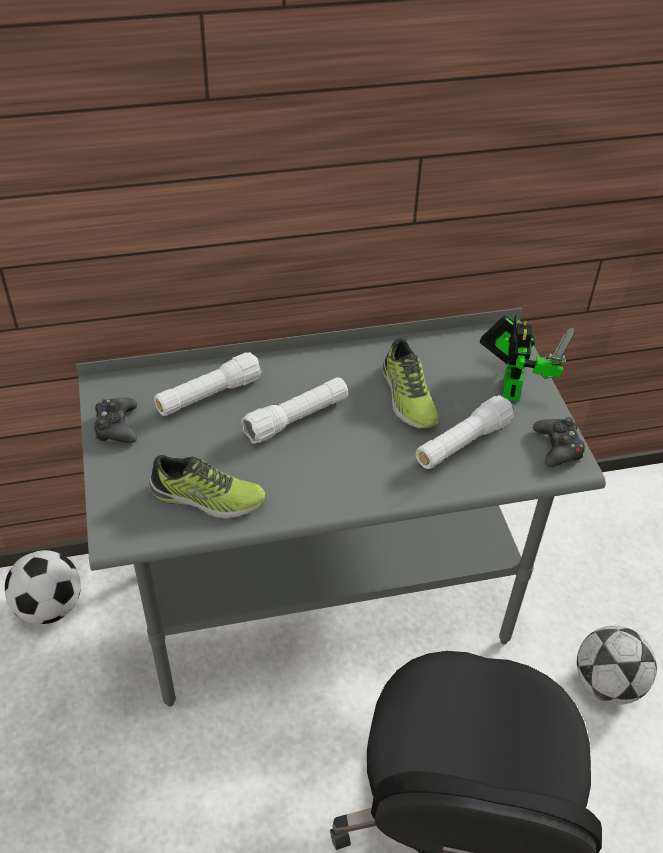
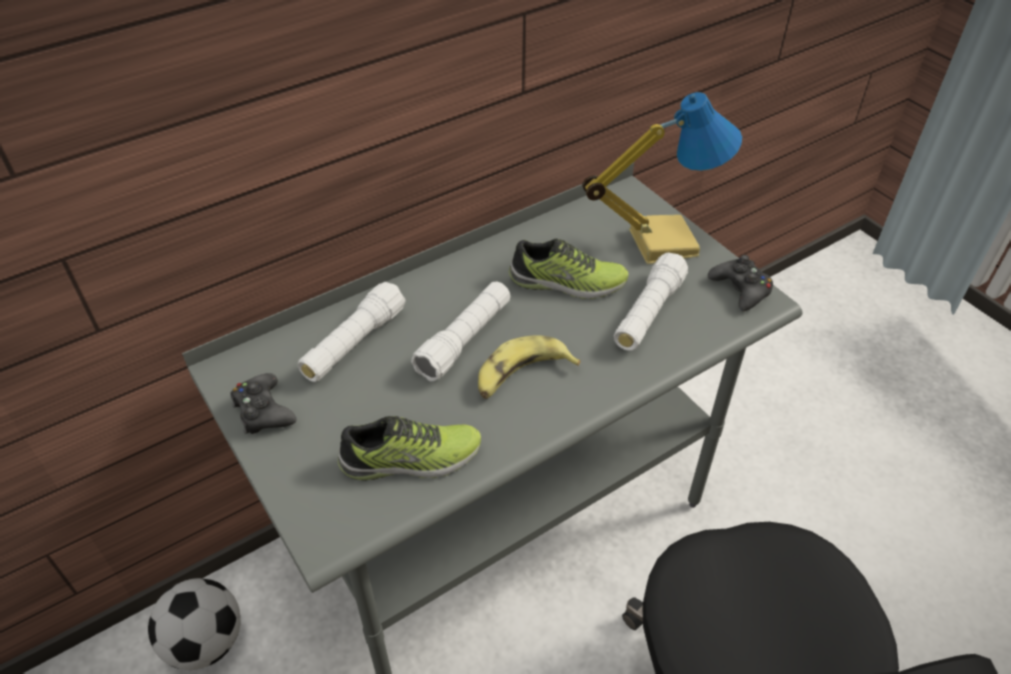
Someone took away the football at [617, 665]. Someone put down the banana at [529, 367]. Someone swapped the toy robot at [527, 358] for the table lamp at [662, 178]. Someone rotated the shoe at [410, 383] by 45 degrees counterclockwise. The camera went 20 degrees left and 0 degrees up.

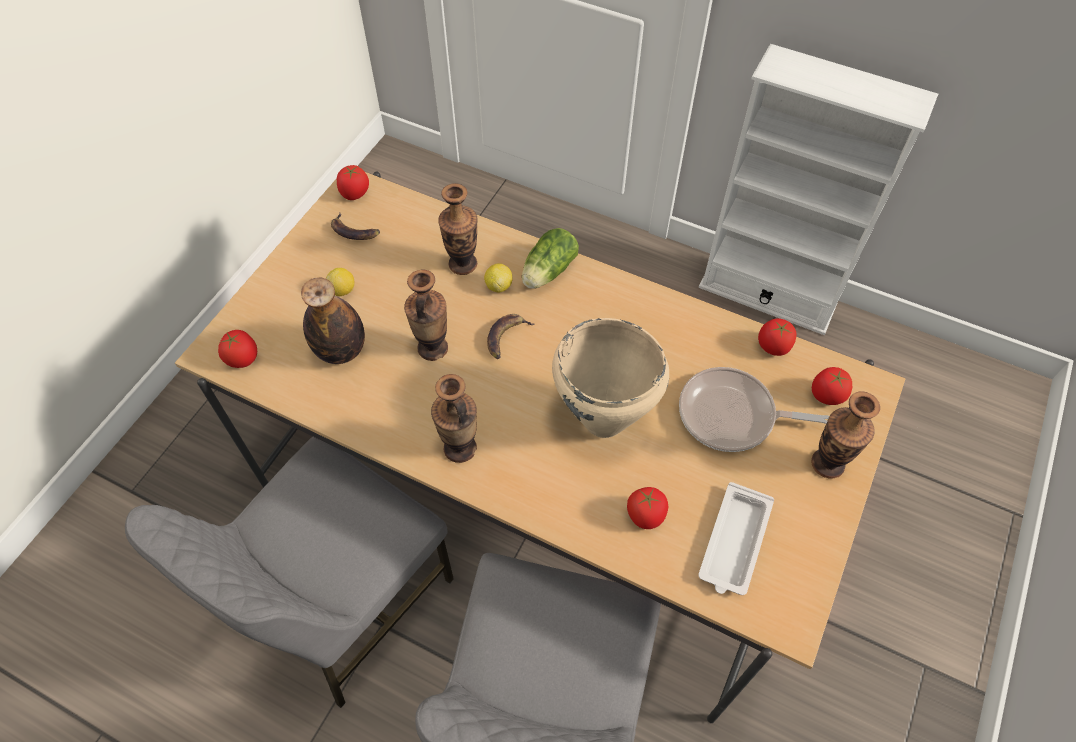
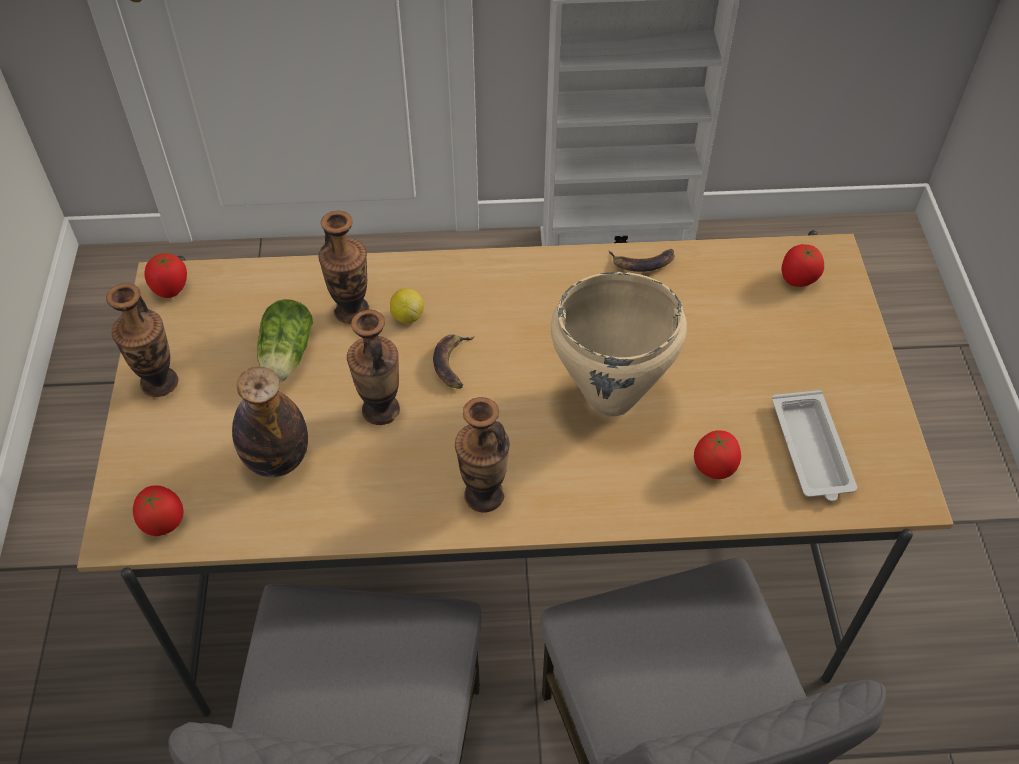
Someone took away the lemon at [340, 282]. Someone took away the frying pan at [754, 409]. Someone took away the tomato at [777, 337]. Someone carried the banana from [355, 226] to [641, 260]. Someone carried the lettuce from [550, 258] to [285, 340]. Someone carried the vase from [845, 435] to [142, 340]. The camera went 30 degrees left and 5 degrees down.

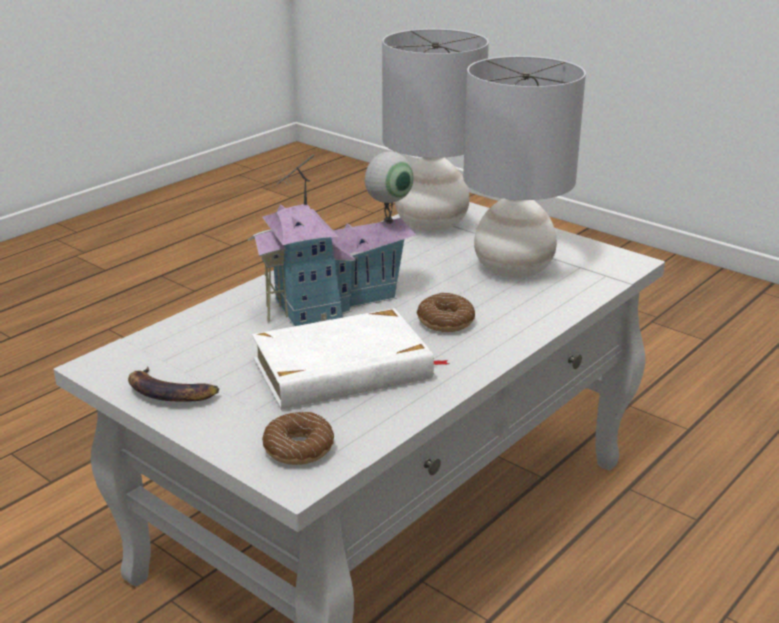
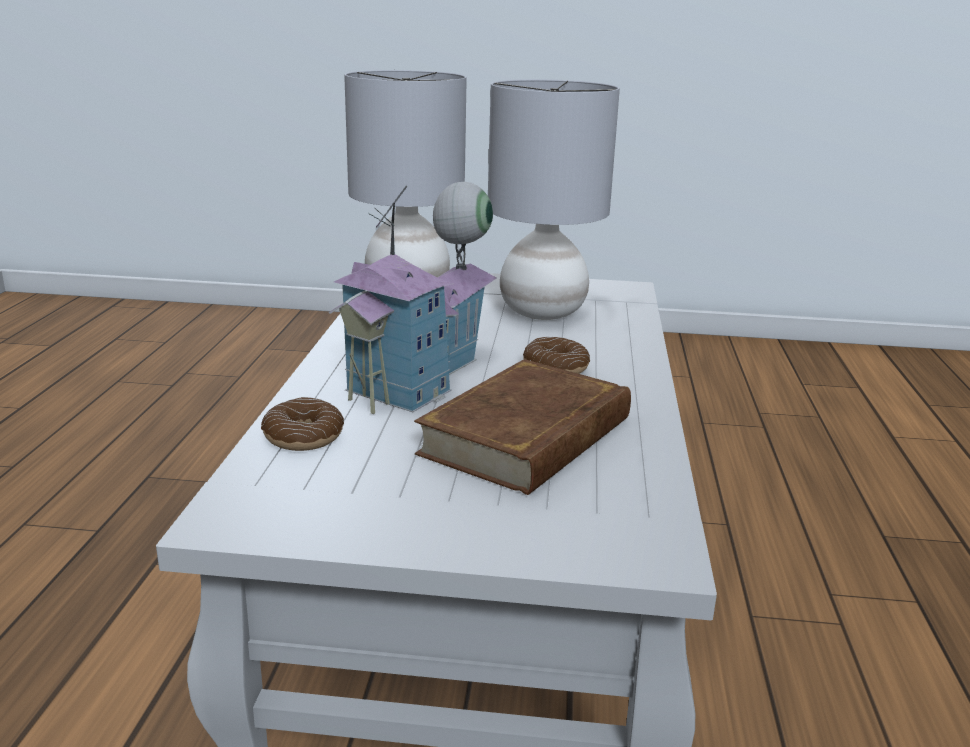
Someone took away the banana at [173, 384]. Someone carried the donut from [298, 438] to [302, 424]. Someone repainted the book in white at [351, 359], which became the book in brown at [522, 427]. The camera went 35 degrees left and 5 degrees down.

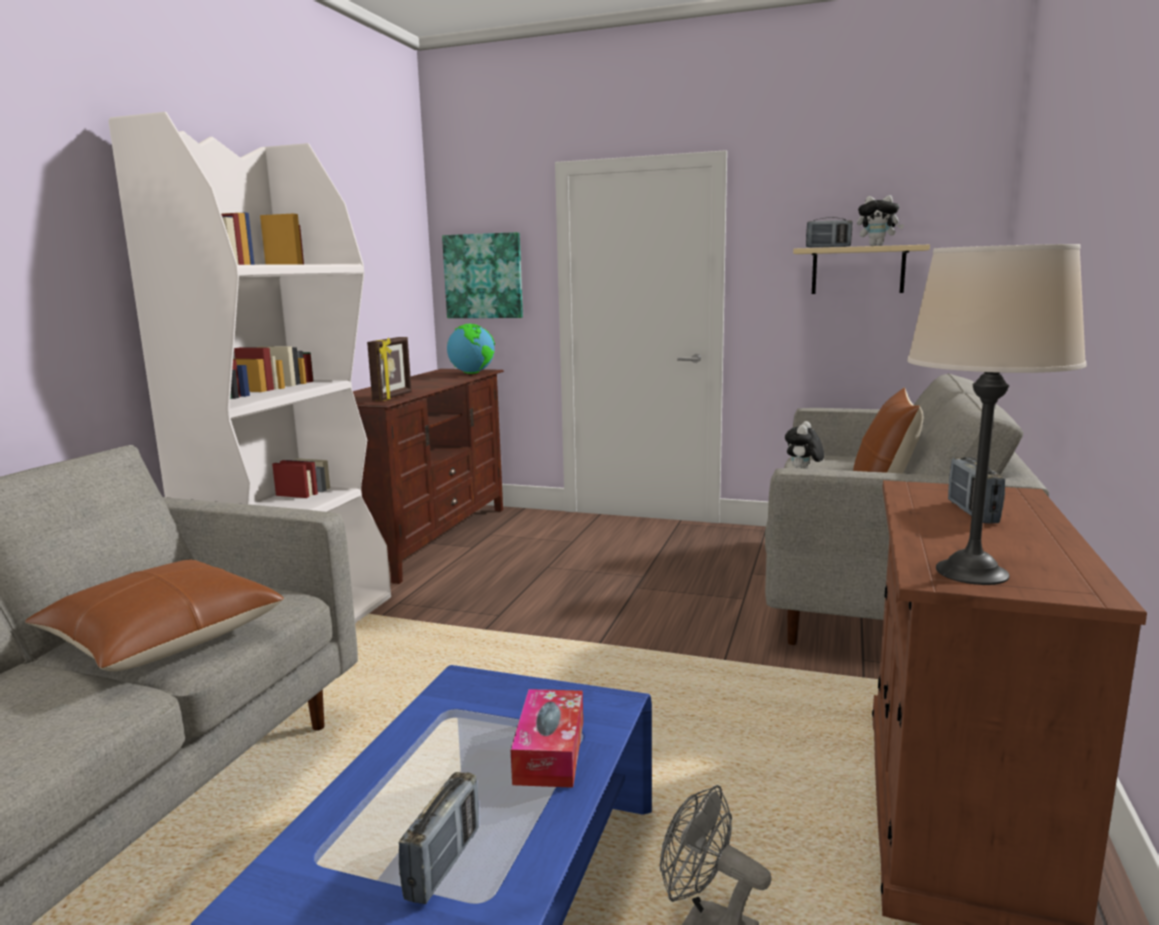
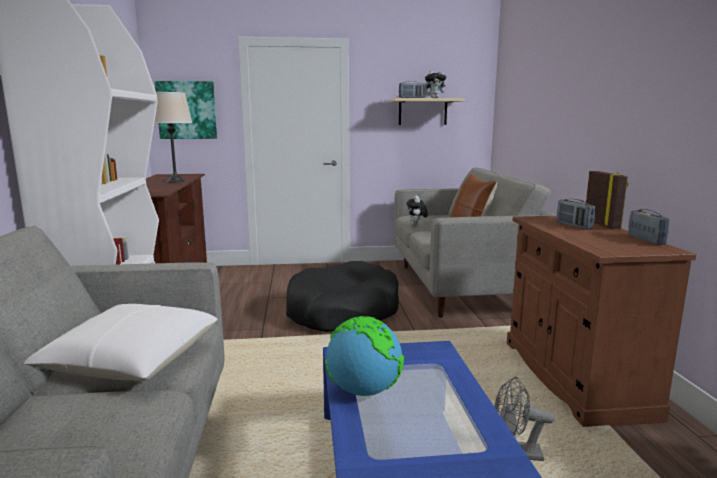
Someone took away the tissue box at [547, 738]. Someone put down the dog bed in black at [342, 296]. Someone carried the picture frame from [389, 369] to [607, 200]. Someone carried the radio from [439, 838] to [649, 227]. Someone carried the globe from [471, 349] to [364, 356]. Someone carried the table lamp in beige from [997, 414] to [173, 137]. Someone repainted the pillow in brown at [154, 615], which became the pillow in white at [121, 342]. The camera went 25 degrees left and 0 degrees up.

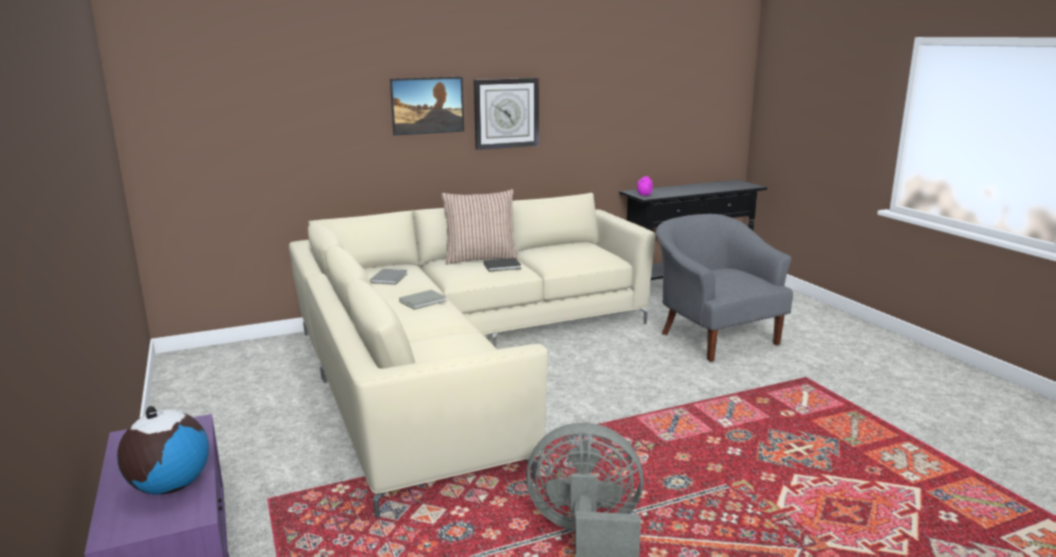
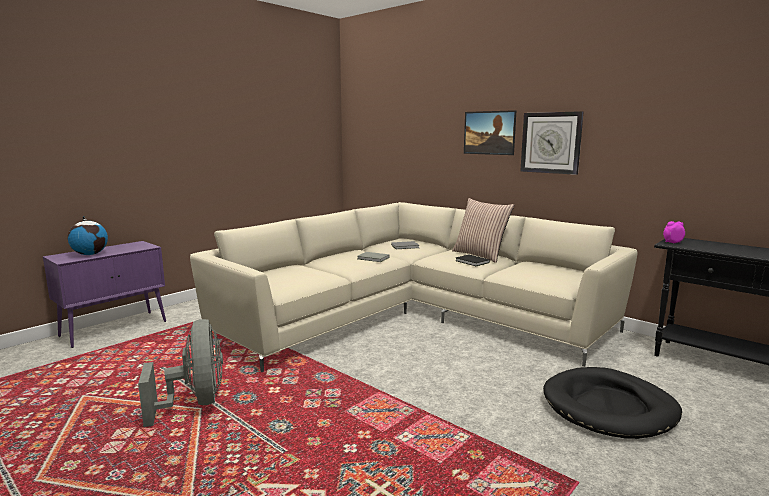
Someone swapped the armchair in grey at [724, 288] for the dog bed in black at [612, 403]. The camera went 65 degrees right and 5 degrees down.

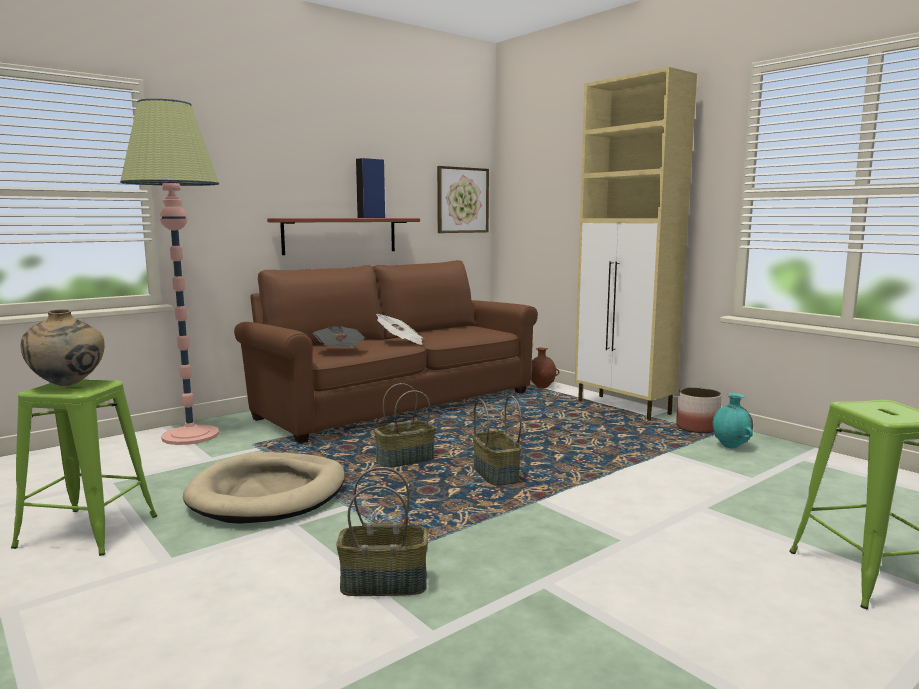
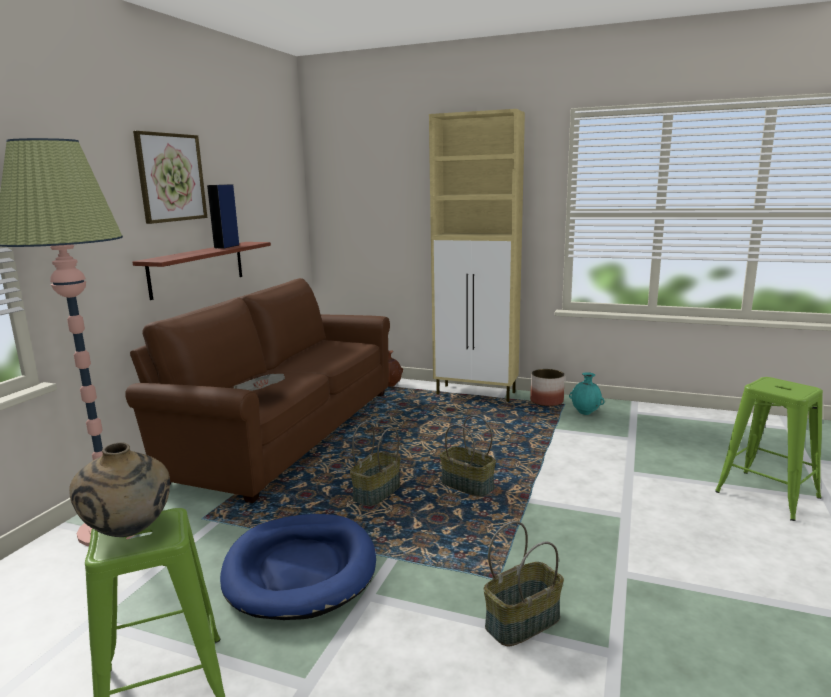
Someone took away the newspaper at [399, 329]. Someone carried the picture from [463, 199] to [170, 177]. Someone repainted the dog bed in beige at [264, 488], which became the dog bed in blue at [298, 567]. The camera went 30 degrees left and 5 degrees up.

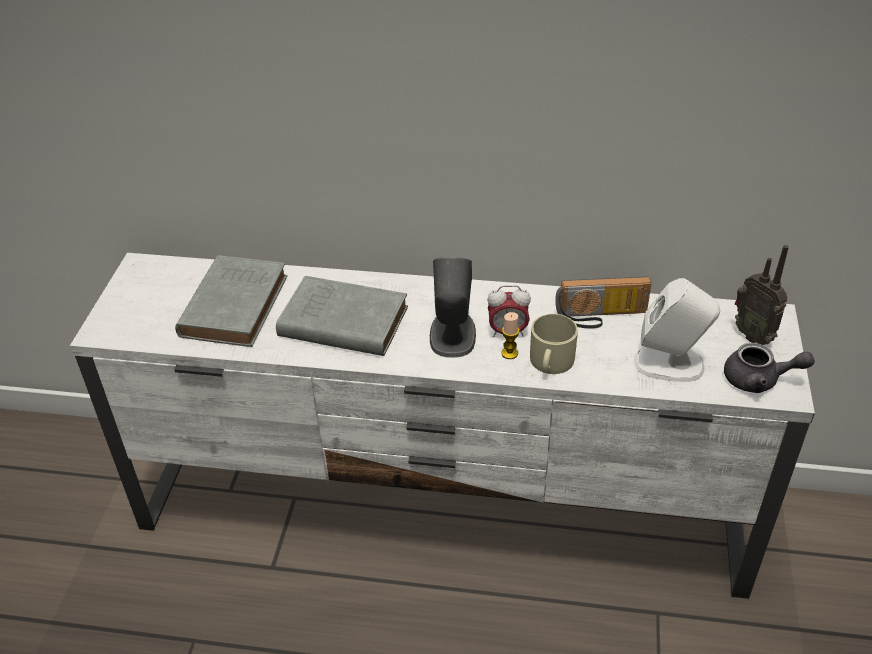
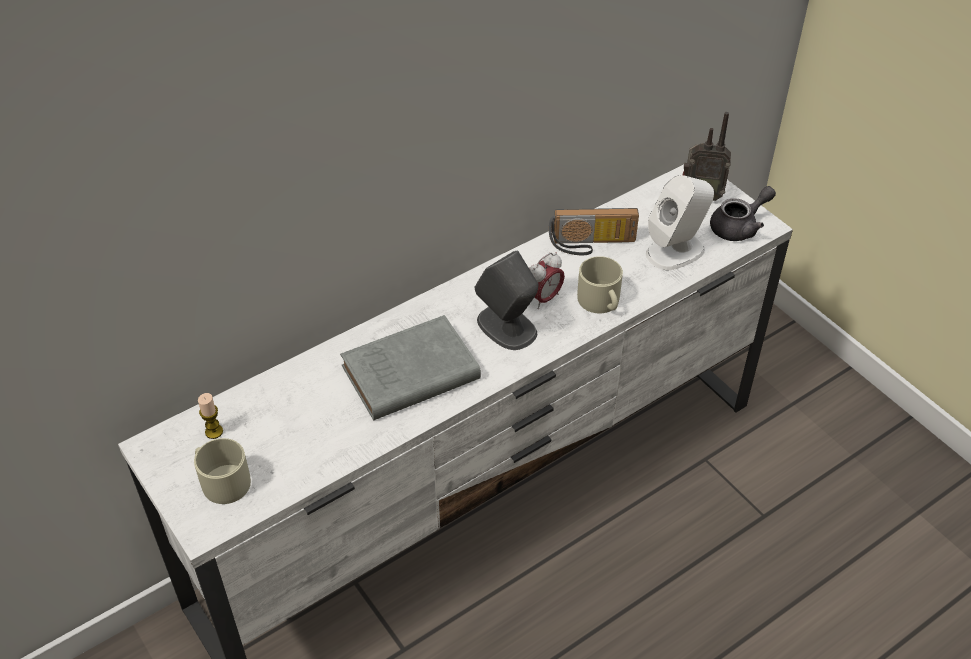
Someone took away the book in grey at [231, 301]. Someone put down the mug in beige at [222, 471]. Someone carried the candle from [510, 335] to [210, 416]. Someone rotated the radio at [603, 303] by 45 degrees clockwise. The camera went 45 degrees left and 5 degrees up.

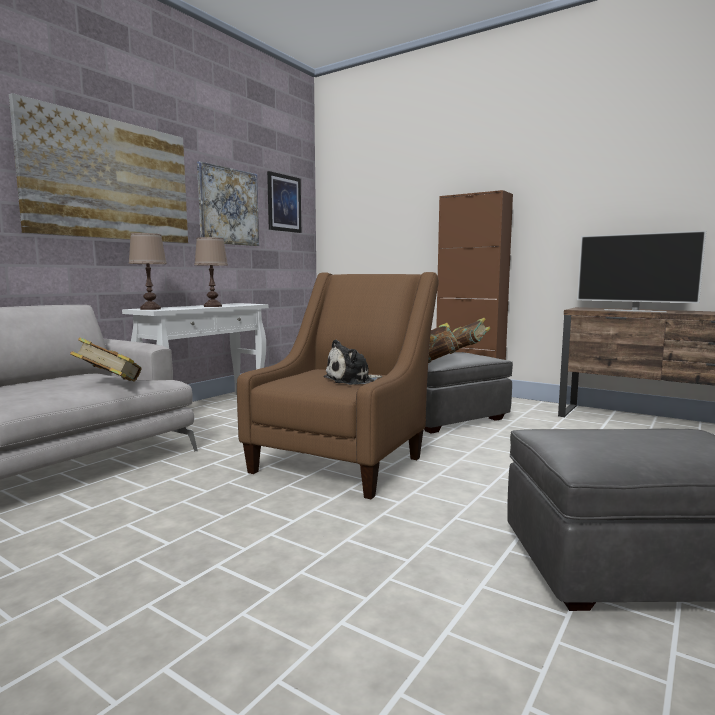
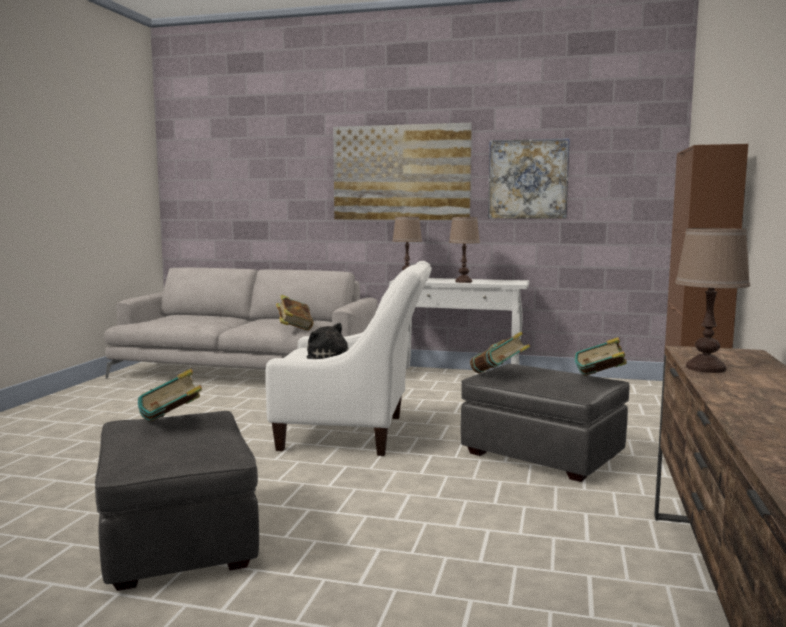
Someone took away the picture at [284, 202]. Someone put down the book at [170, 395]. Someone swapped the television at [642, 271] for the table lamp in brown at [712, 300]. Someone repainted the armchair in brown at [337, 386], which became the armchair in white at [348, 358]. The camera went 70 degrees right and 0 degrees up.

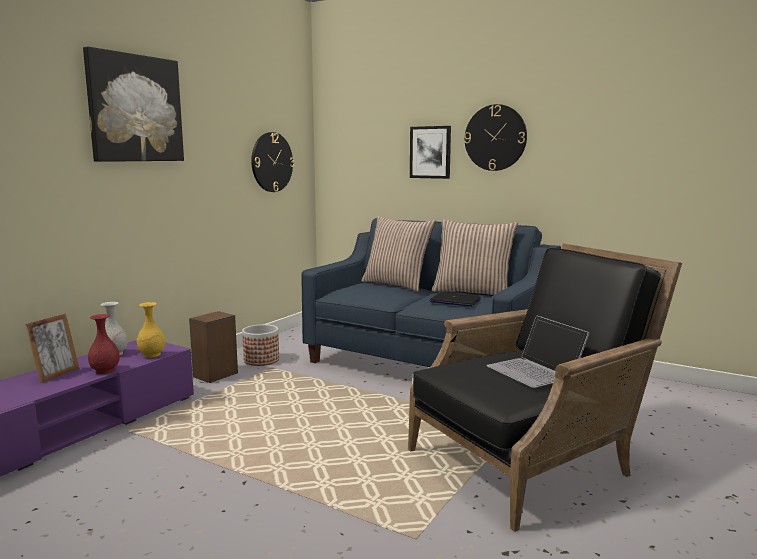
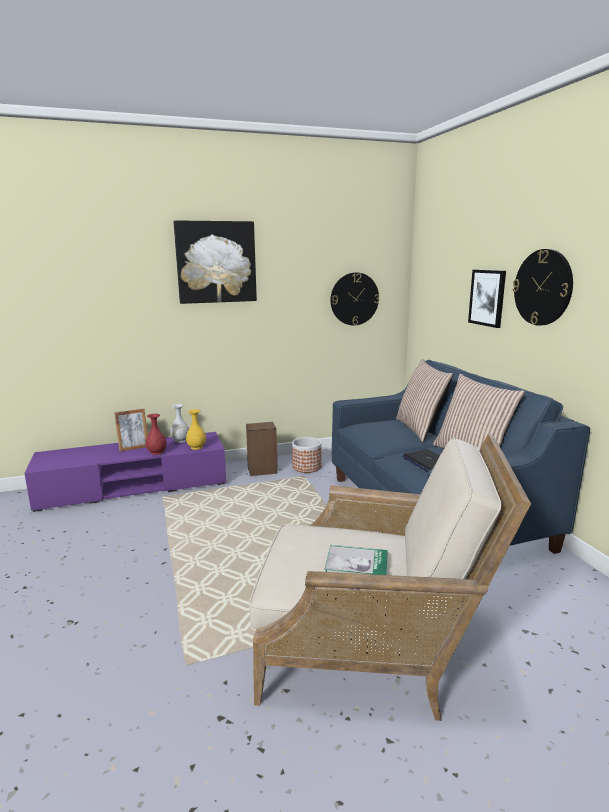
Someone swapped the laptop at [538, 351] for the book at [356, 560]. Someone repainted the armchair in black at [545, 387], which became the armchair in beige at [390, 577]. The camera went 40 degrees right and 5 degrees up.

